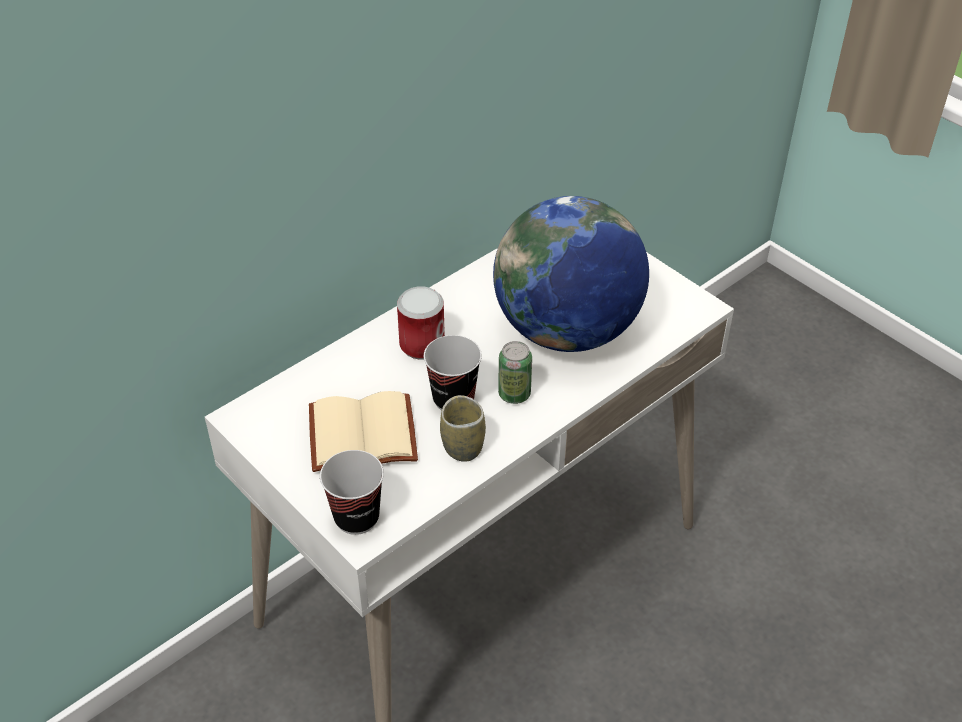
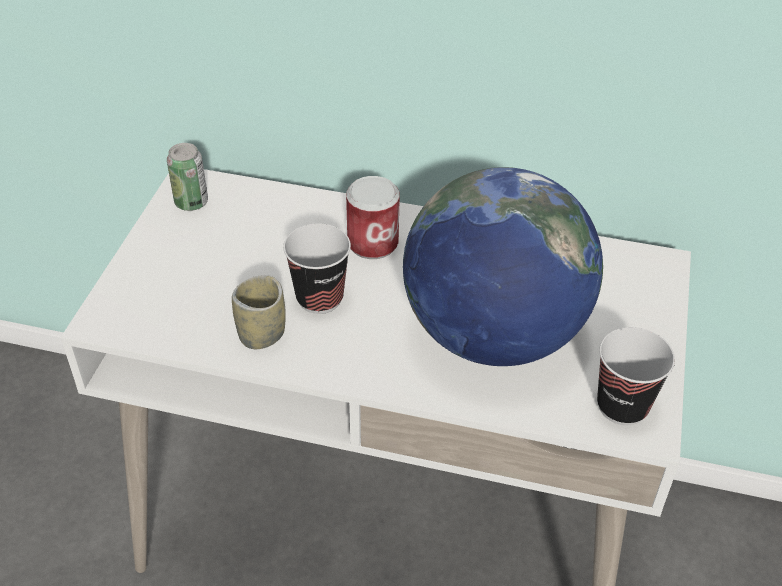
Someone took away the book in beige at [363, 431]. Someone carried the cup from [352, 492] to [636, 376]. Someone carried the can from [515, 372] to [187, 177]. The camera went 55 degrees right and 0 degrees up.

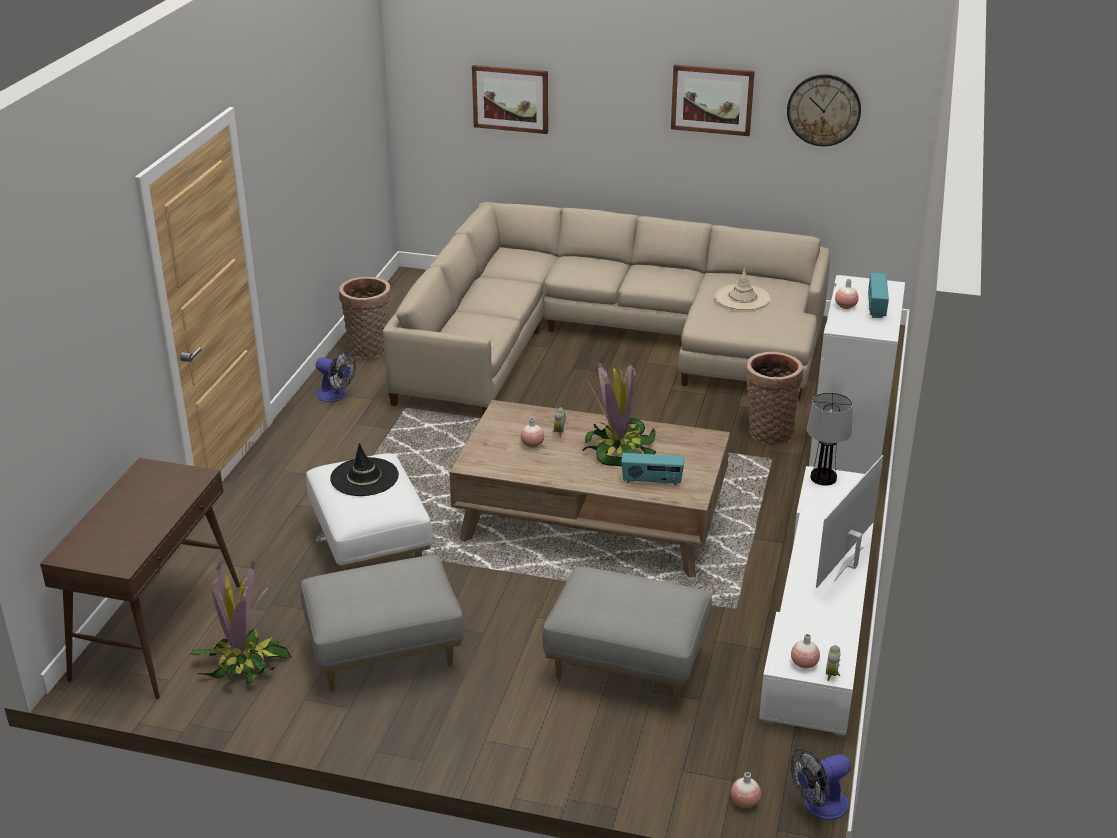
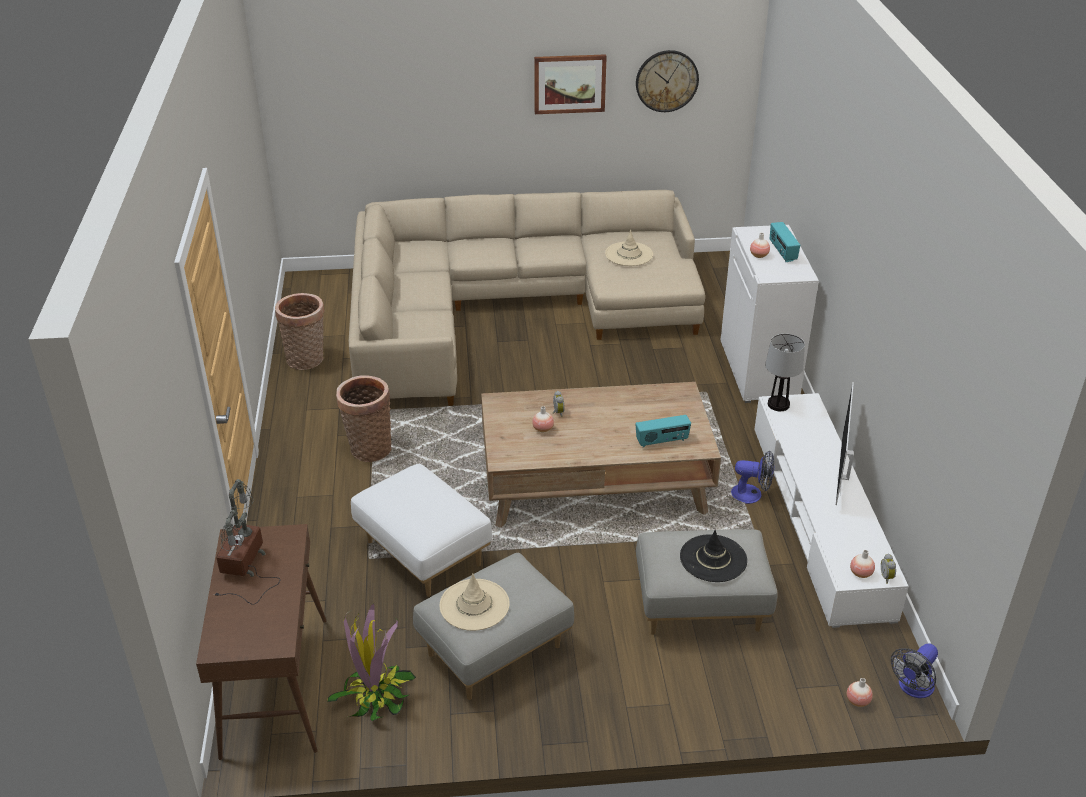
Someone took away the picture at [510, 99]. Someone took away the potted plant at [619, 411]. Someone put down the table lamp at [247, 541]. Someone put down the hat in beige at [475, 602]. Someone carried the fan from [336, 377] to [752, 477]. Someone carried the hat in black from [364, 469] to [713, 556]. Someone carried the basket from [774, 398] to [363, 418]. The camera went 20 degrees left and 5 degrees up.

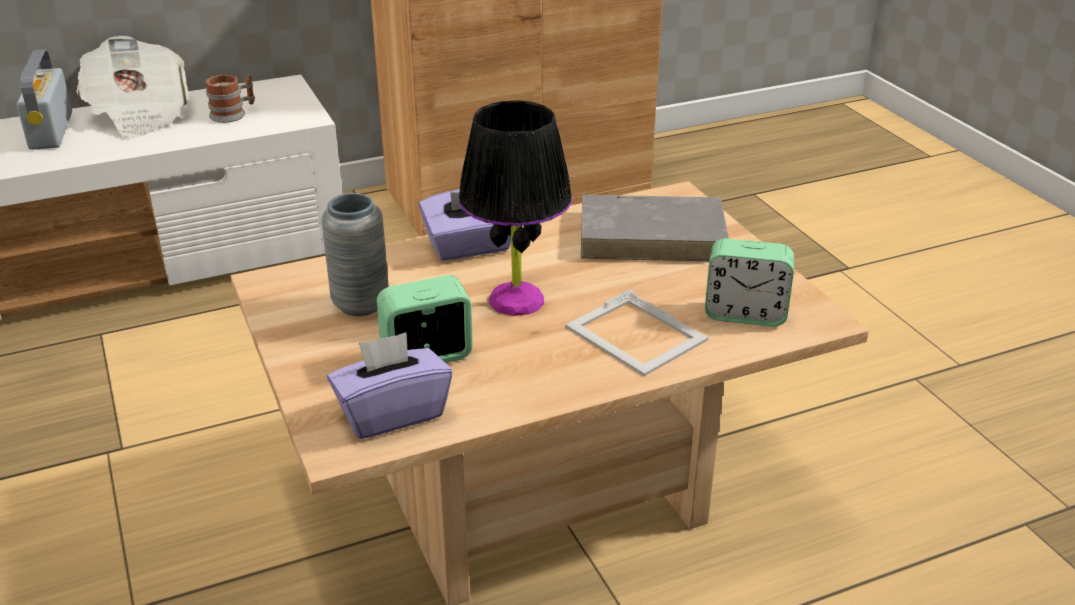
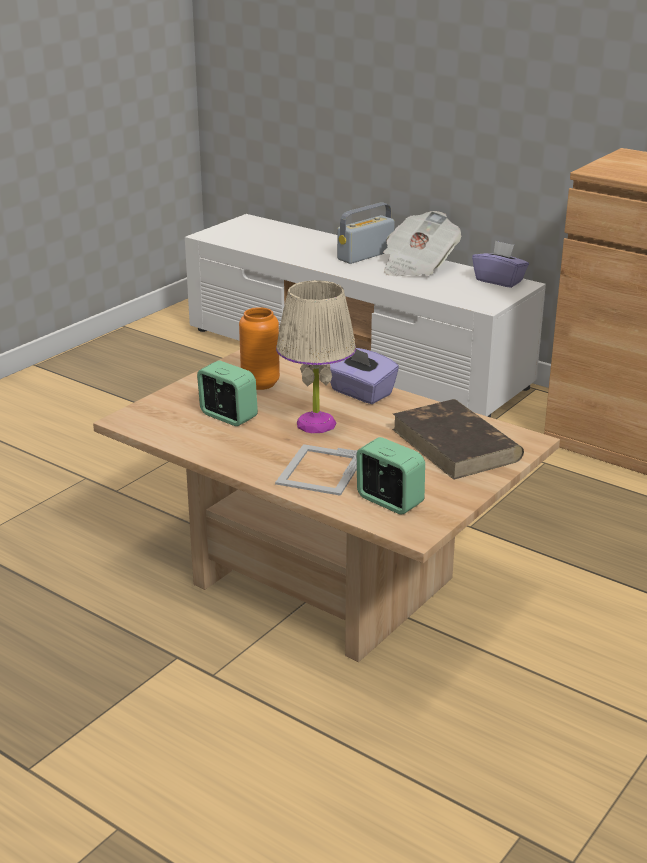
Someone took away the mug at [230, 98]. Someone carried the tissue box in purple from [390, 385] to [500, 264]. Someone repainted the vase in grey at [355, 254], which became the vase in orange at [259, 348]. Someone repainted the table lamp in black at [515, 208], which became the table lamp in beige at [316, 356]. Someone repainted the book in grey at [655, 228], which became the book in brown at [458, 439]. Someone rotated the alarm clock at [749, 282] by 150 degrees clockwise. The camera went 60 degrees right and 5 degrees down.

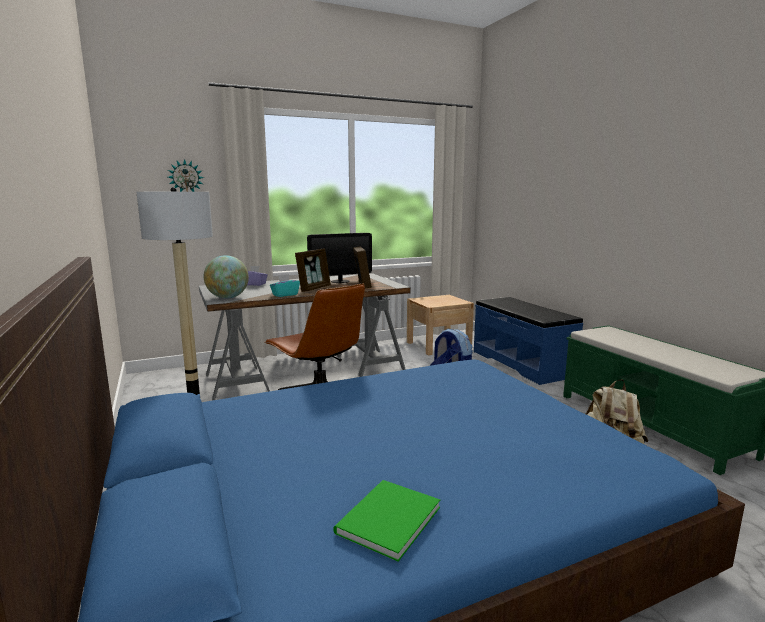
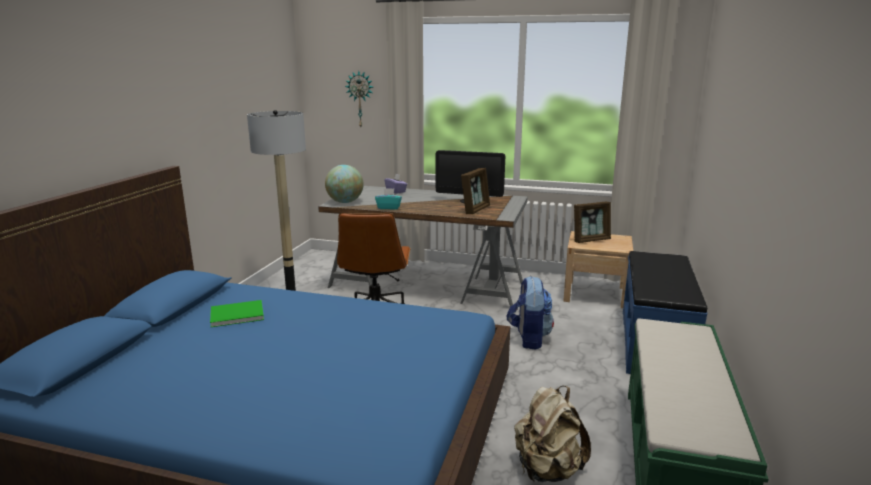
Someone carried the picture frame from [313, 270] to [592, 222]. Someone carried the book in green from [386, 521] to [237, 313]. The camera went 40 degrees right and 5 degrees up.

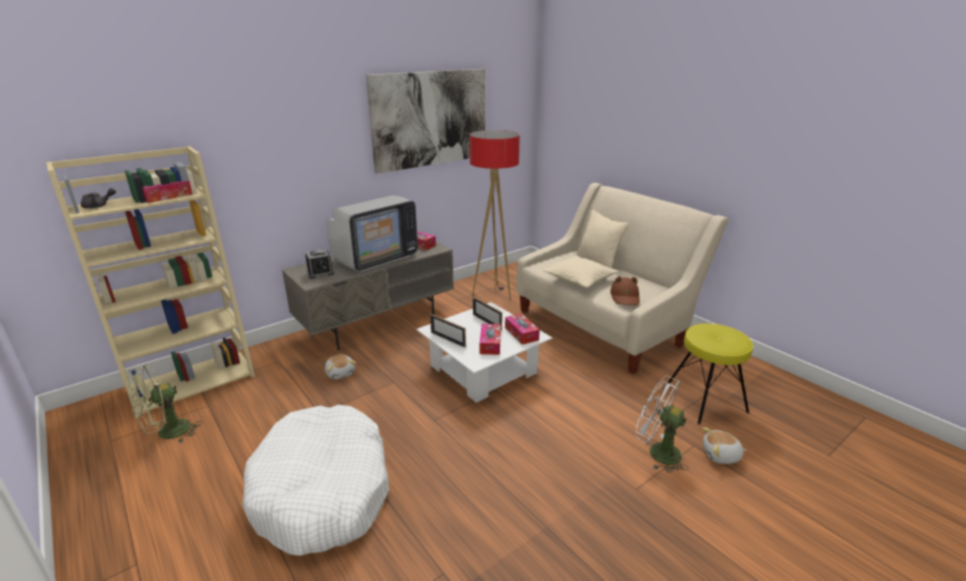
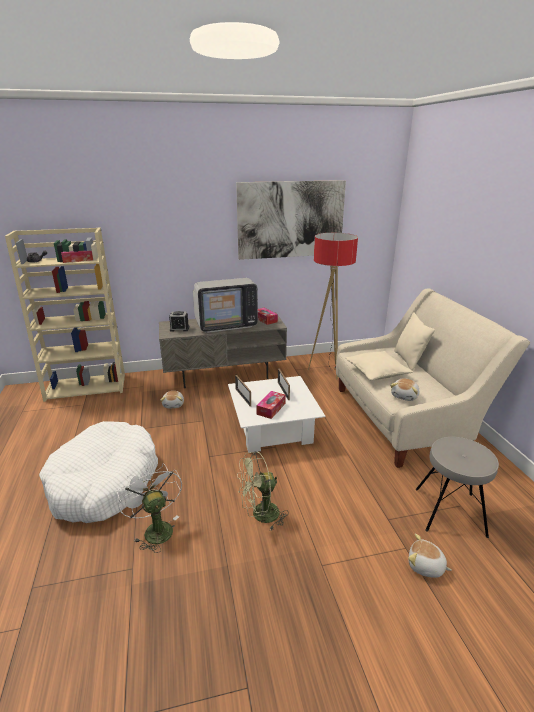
Someone took away the tissue box at [522, 329]. Someone carried the fan in green from [165, 403] to [263, 490]. Someone carried the fan in white from [662, 424] to [149, 508]. Someone swapped the hat in brown at [625, 290] for the plush toy at [404, 389]. Someone repainted the stool in yellow at [708, 374], which became the stool in grey at [457, 487]. The camera went 25 degrees right and 0 degrees up.

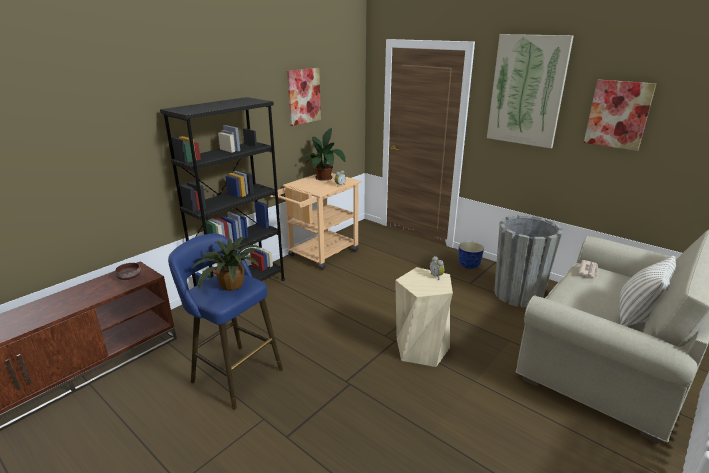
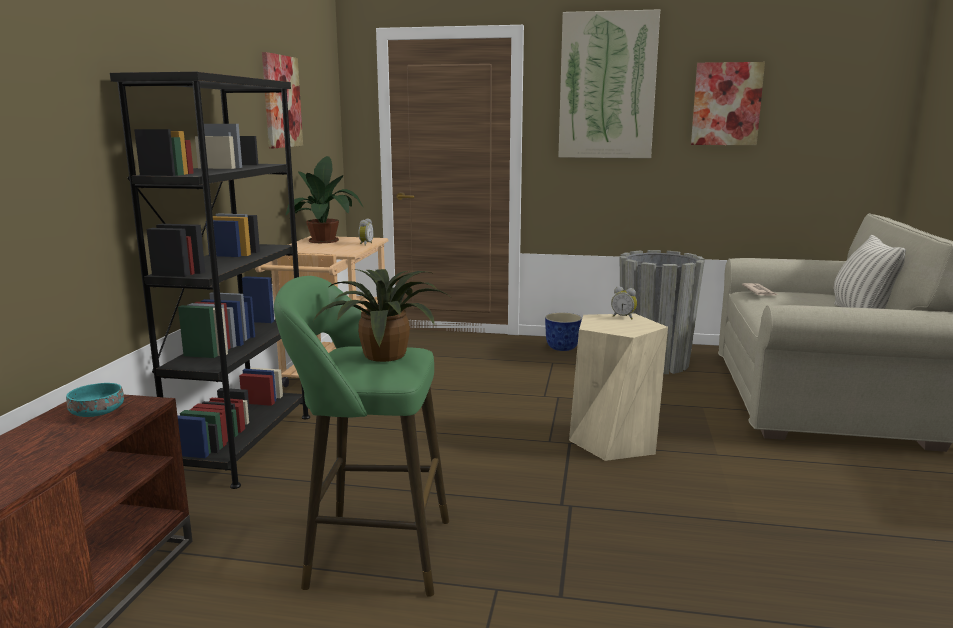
Someone repainted the bowl in brown at [128, 271], which became the bowl in turquoise at [95, 400]. Someone repainted the stool in blue at [225, 321], which became the stool in green at [361, 436]. The camera went 30 degrees left and 10 degrees down.

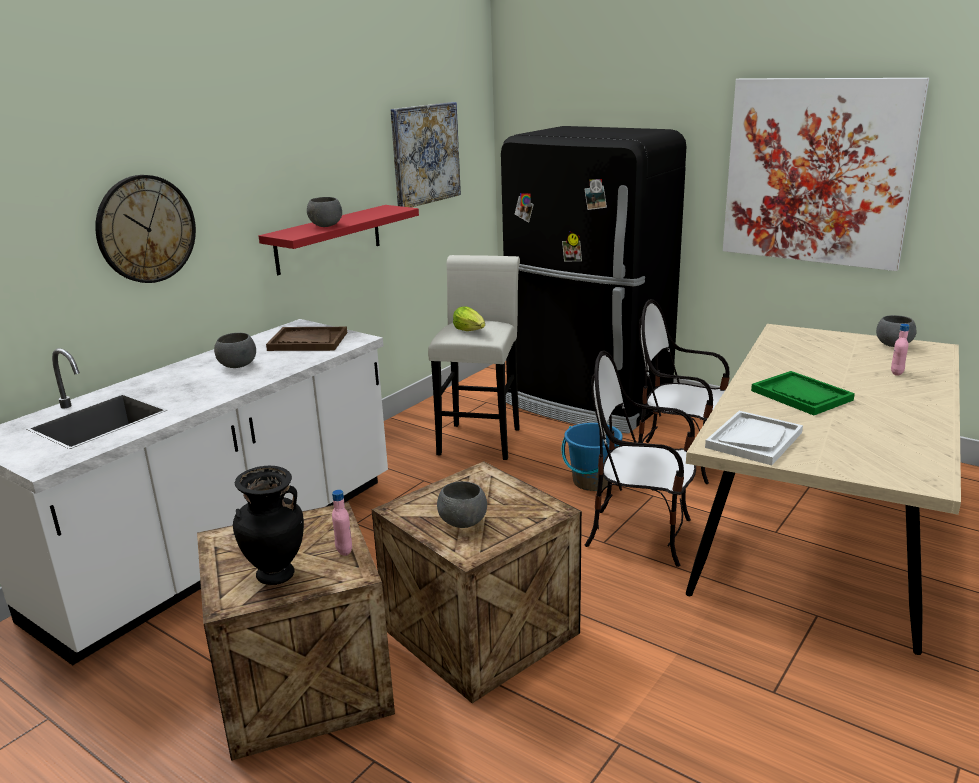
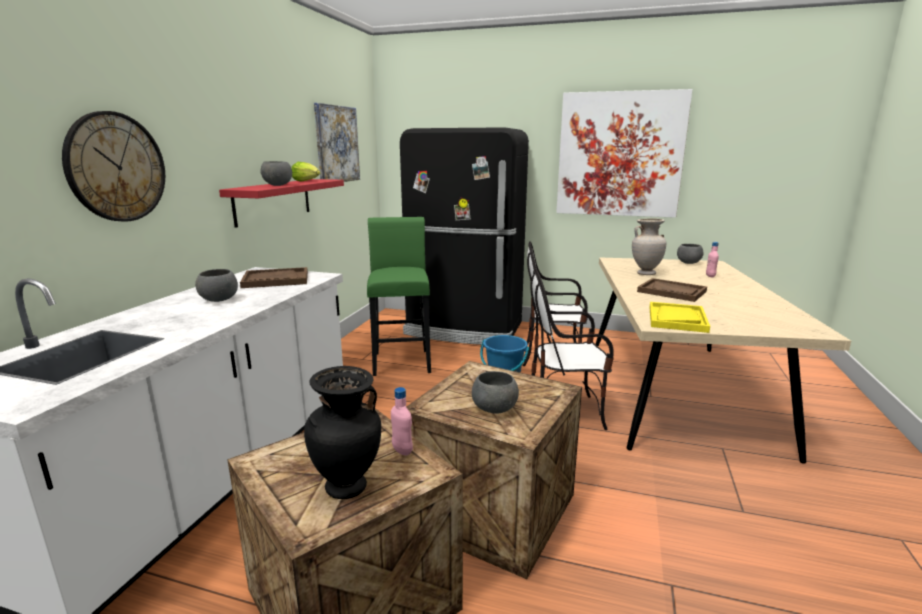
Someone put down the vase in beige at [649, 247]. Someone carried the lettuce from [469, 318] to [305, 171]. Someone repainted the stool in white at [474, 357], which became the stool in green at [399, 296]. Someone repainted the tray in white at [754, 438], which became the tray in yellow at [679, 317]. Someone repainted the tray in green at [803, 393], which became the tray in brown at [672, 290]. The camera went 20 degrees left and 5 degrees down.

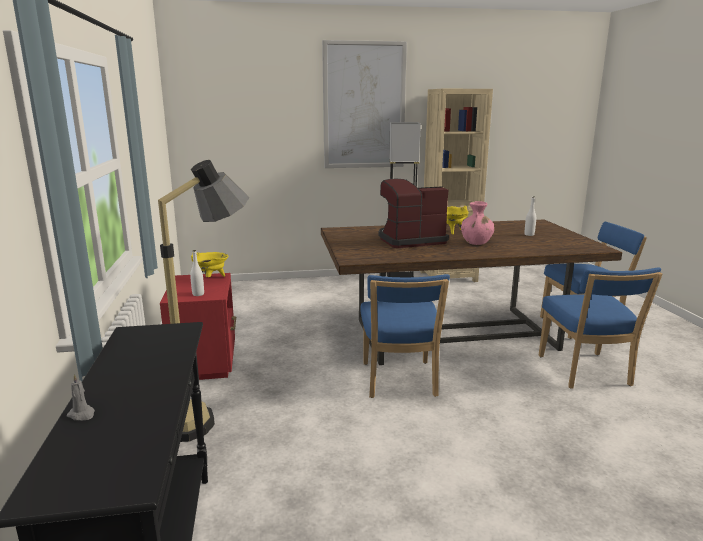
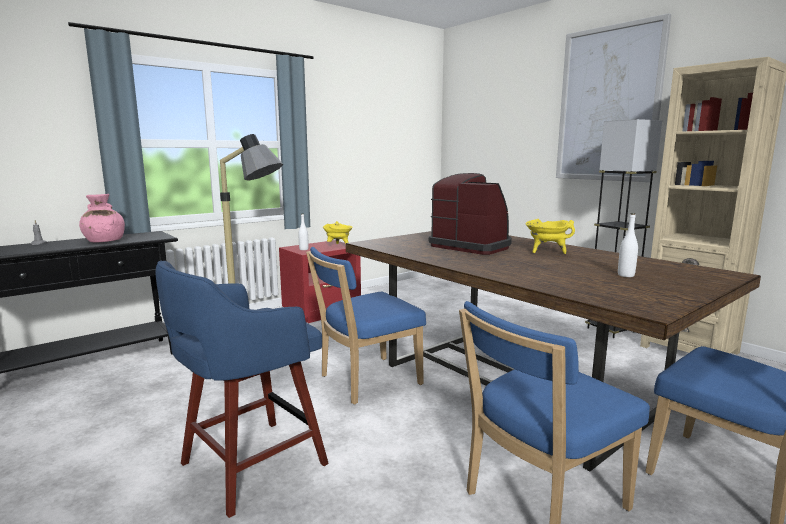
Someone put down the stool in blue at [242, 389]. Someone carried the vase in pink from [477, 223] to [102, 218]. The camera went 60 degrees right and 5 degrees down.

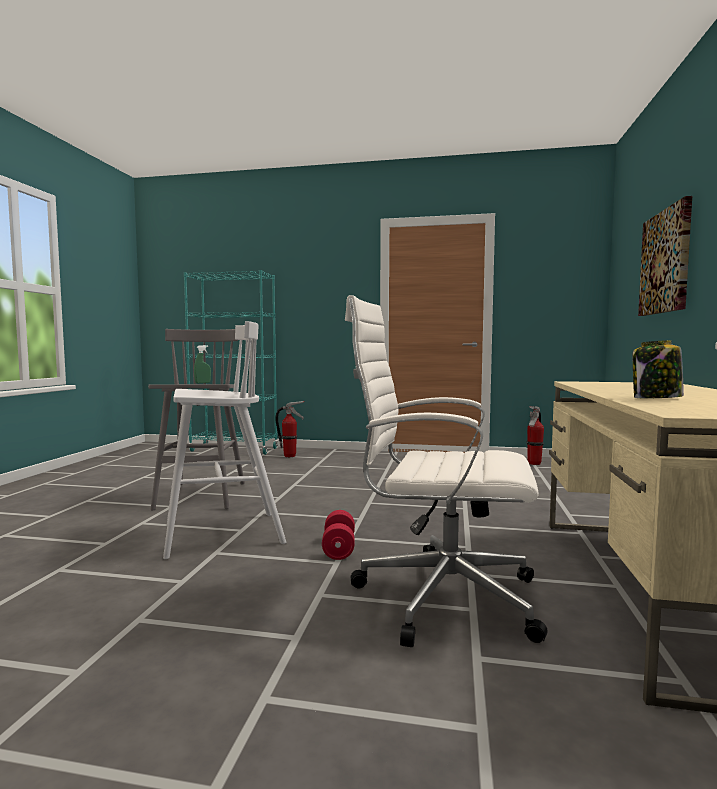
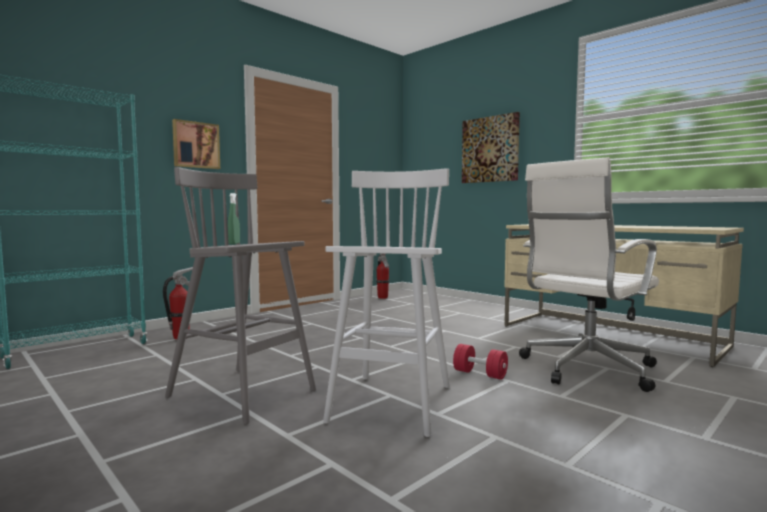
Someone took away the jar at [658, 369]. Someone put up the picture at [196, 144]. The camera went 55 degrees left and 0 degrees up.

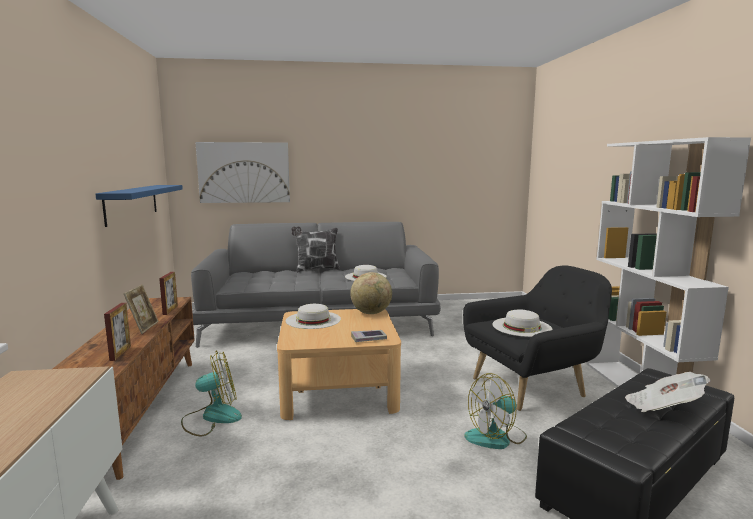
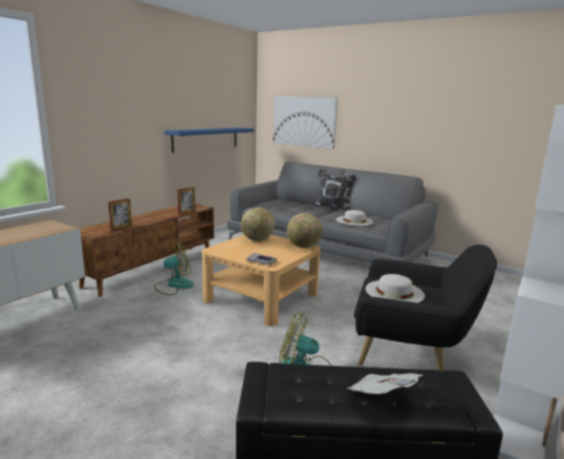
Someone took away the picture frame at [141, 309]. Someone swapped the hat in white at [313, 316] for the globe at [258, 224]. Someone rotated the fan at [211, 393] by 45 degrees counterclockwise. The camera went 40 degrees right and 5 degrees up.

